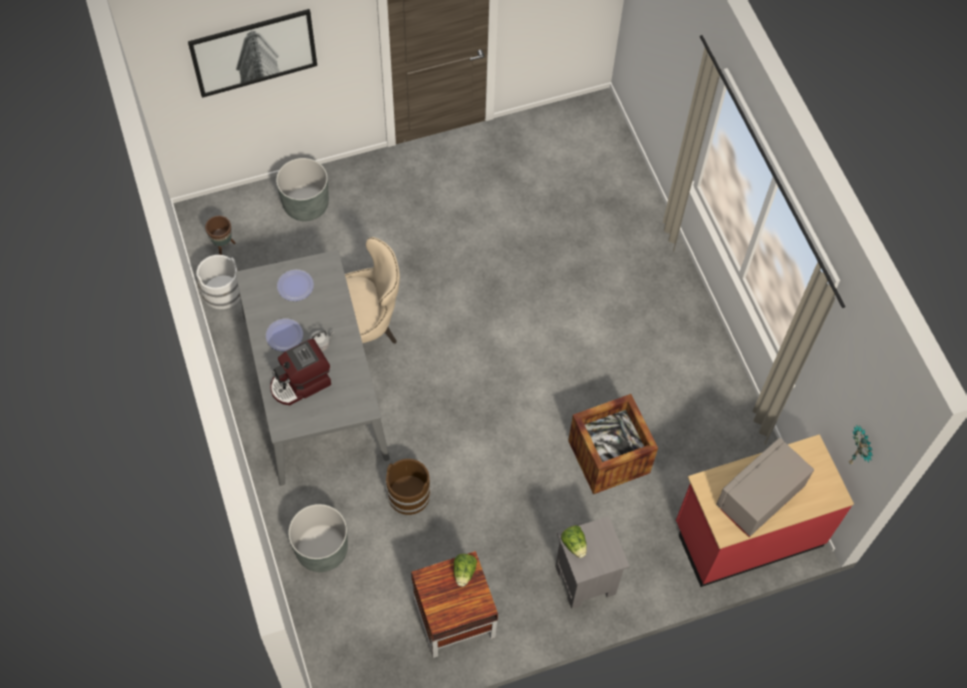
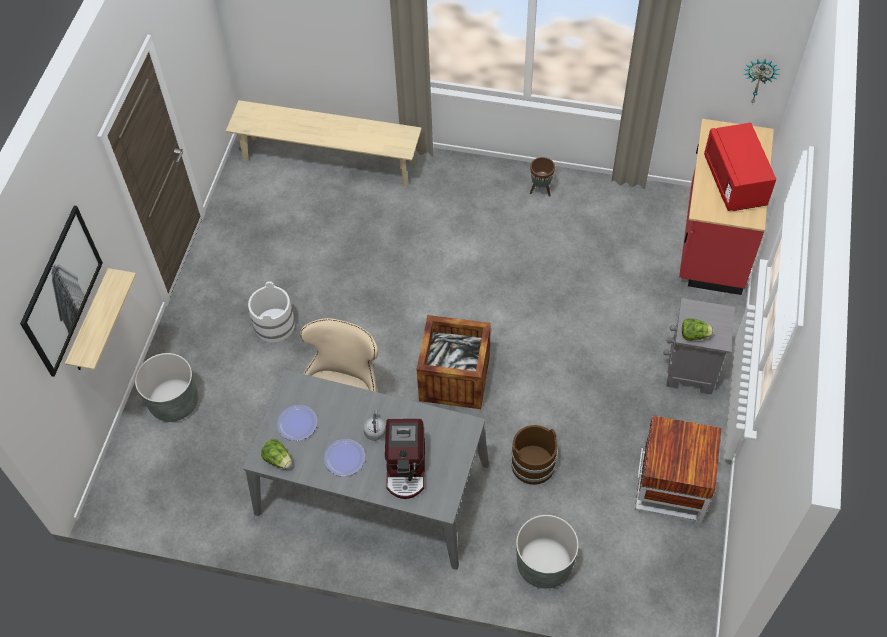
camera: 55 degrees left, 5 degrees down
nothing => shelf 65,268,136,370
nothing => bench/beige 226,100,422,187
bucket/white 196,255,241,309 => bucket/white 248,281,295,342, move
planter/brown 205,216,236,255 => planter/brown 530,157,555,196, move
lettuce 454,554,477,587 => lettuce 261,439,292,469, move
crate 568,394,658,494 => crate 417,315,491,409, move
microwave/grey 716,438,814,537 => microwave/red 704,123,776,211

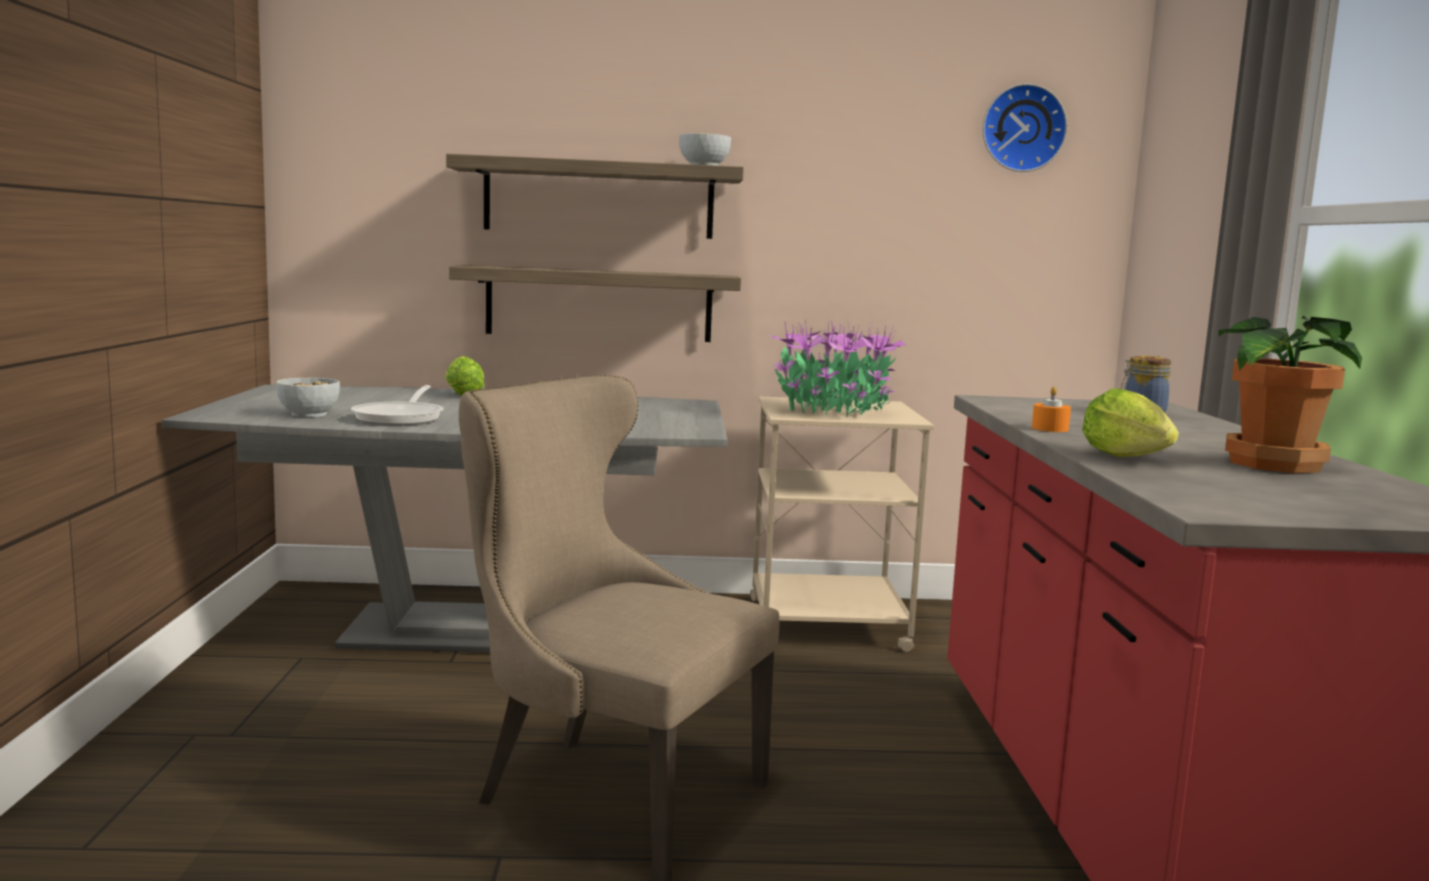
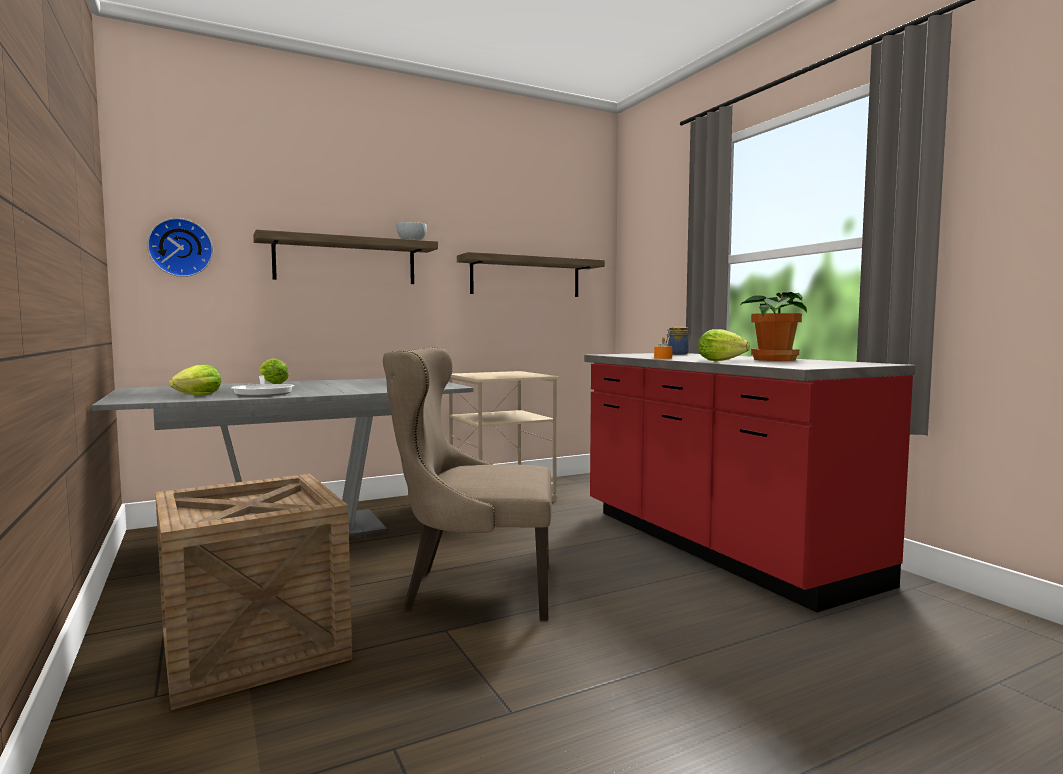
camera: 25 degrees left, 5 degrees down
potted plant 770,320,906,417 => nothing
nothing => crate 155,474,352,710
shelf 449,265,741,342 => shelf 457,252,605,297, move
wall clock 983,83,1067,172 => wall clock 147,218,213,277, move
bowl 276,378,340,417 => lettuce 169,364,221,395

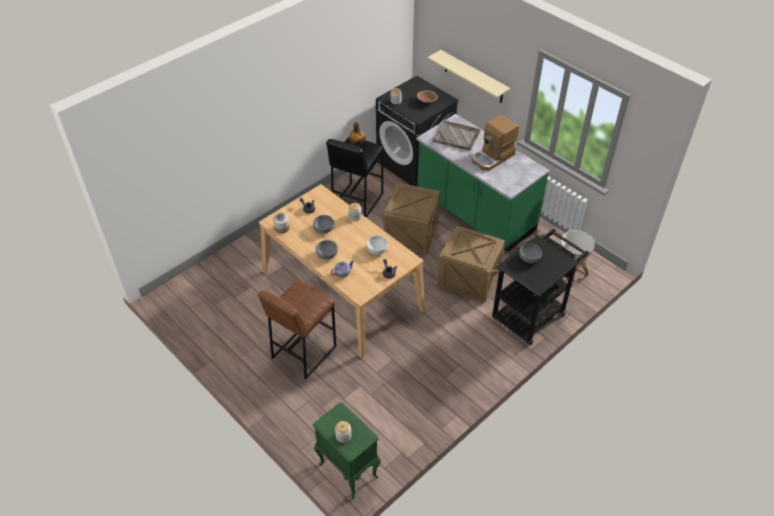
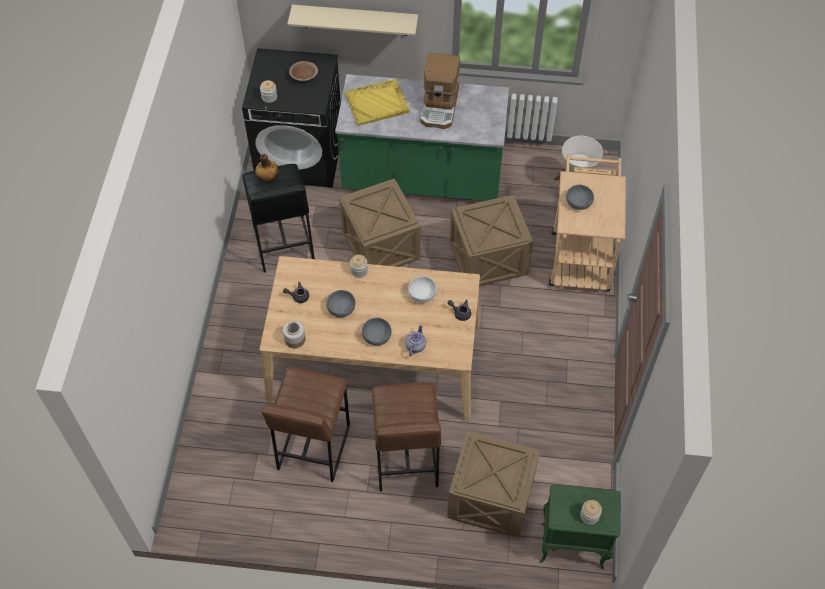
camera: 40 degrees left, 10 degrees up
nothing => stool/brown 261,367,350,482
nothing => crate 447,431,540,538
tray/grey 432,120,481,151 => tray/yellow 345,79,410,126
cart/black 492,229,589,345 => cart/beige 549,153,626,291

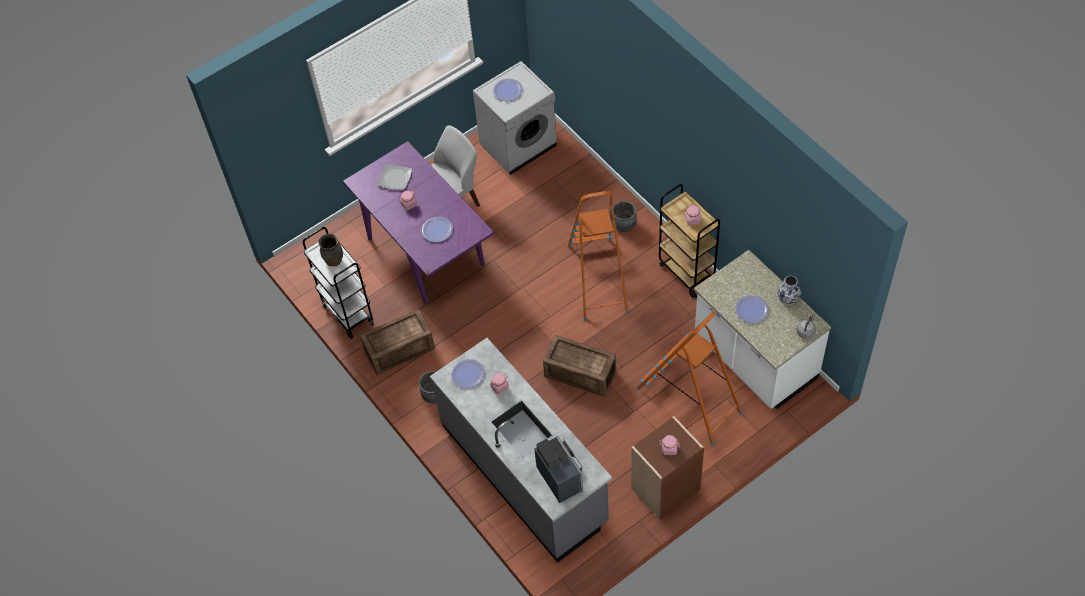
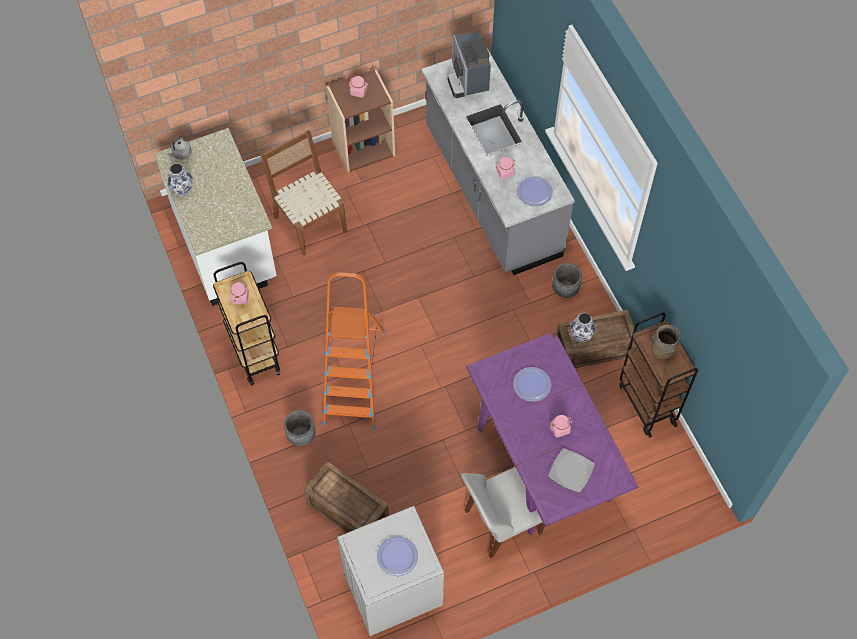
camera: 170 degrees left, 5 degrees up
plate 735,295,769,324 => nothing
nothing => vase 570,312,596,343
crate 543,335,616,397 => crate 304,462,389,533, move
step ladder/orange 637,311,743,445 => chair 260,130,347,256
cart/white 303,227,374,339 => cart/brown 619,312,698,438

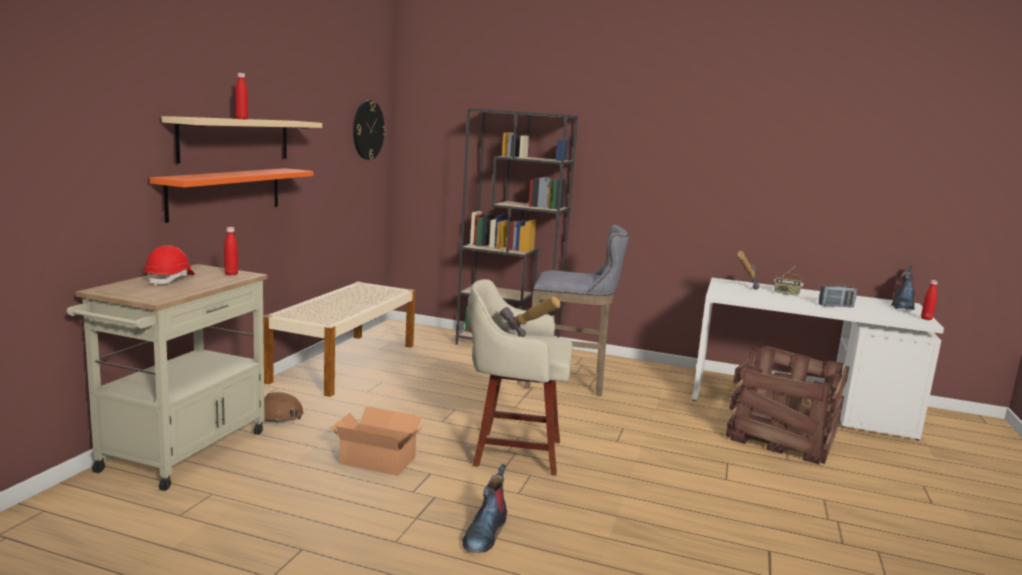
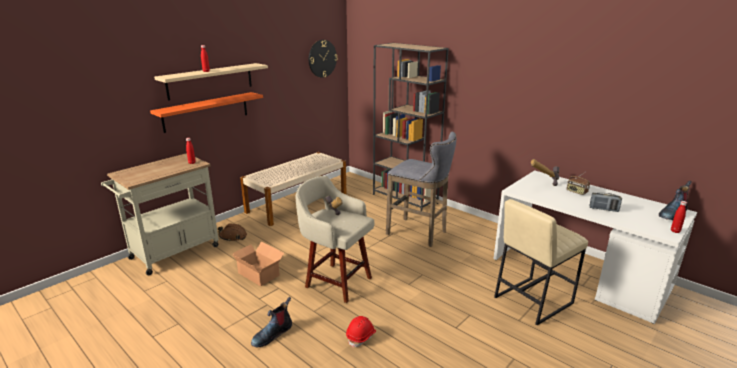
camera: 25 degrees right, 10 degrees up
hard hat/red 144,245,195,286 => hard hat/red 346,316,376,348, move
crate 726,346,849,465 => chair/beige 494,199,588,325

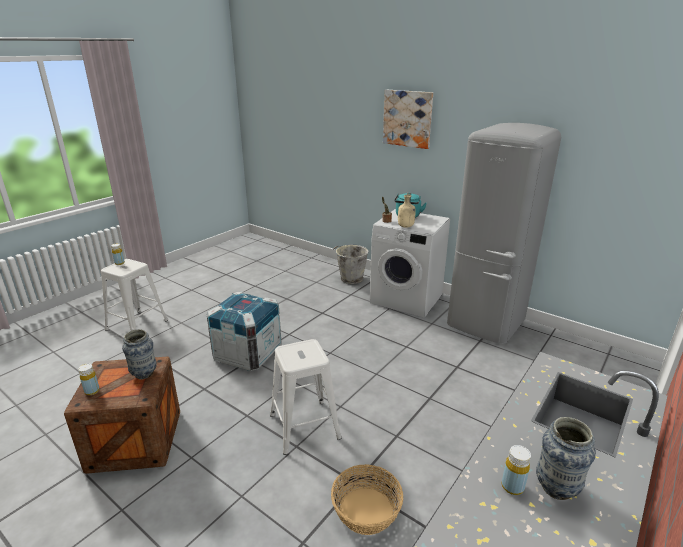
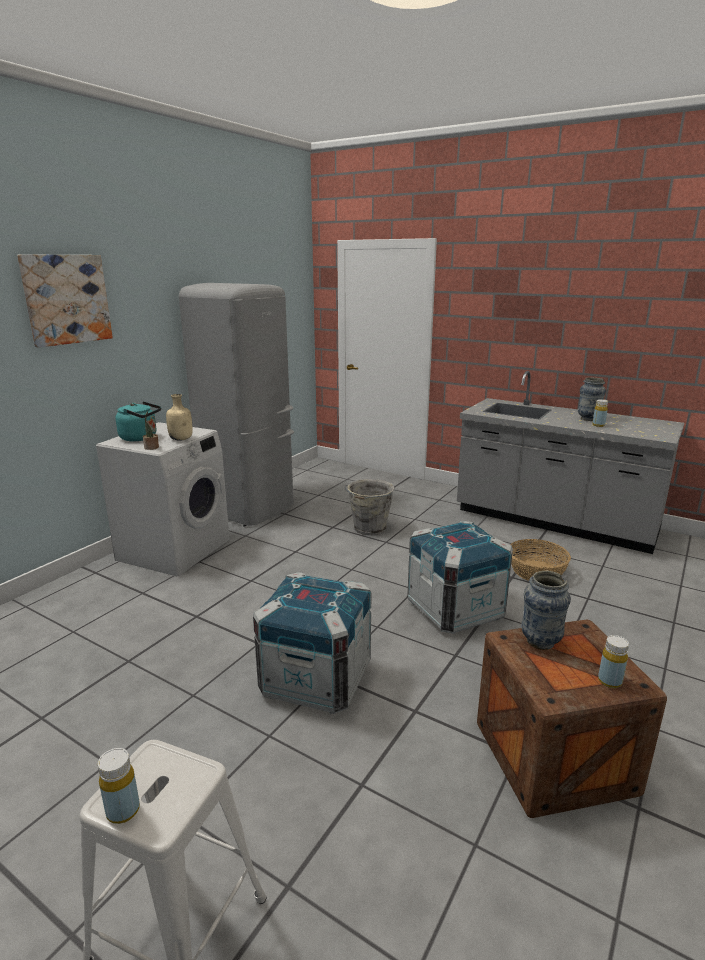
camera: 95 degrees left, 5 degrees down
bucket/grey 333,244,369,284 => bucket/grey 345,479,394,535, move
stool/white 270,339,342,455 => crate 407,521,513,634

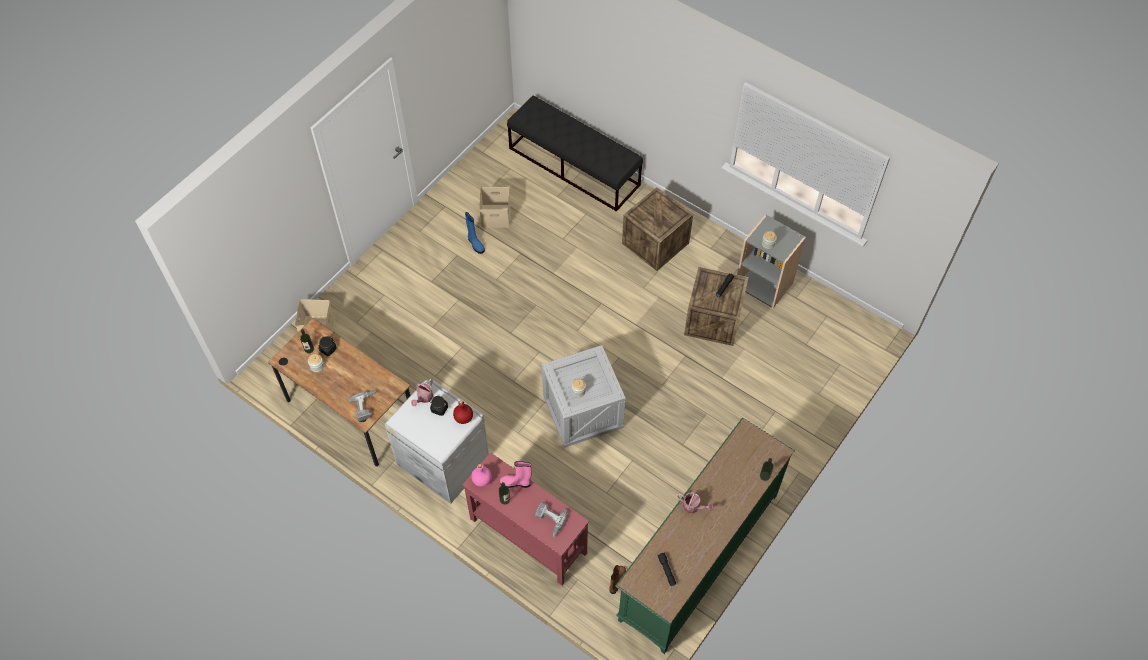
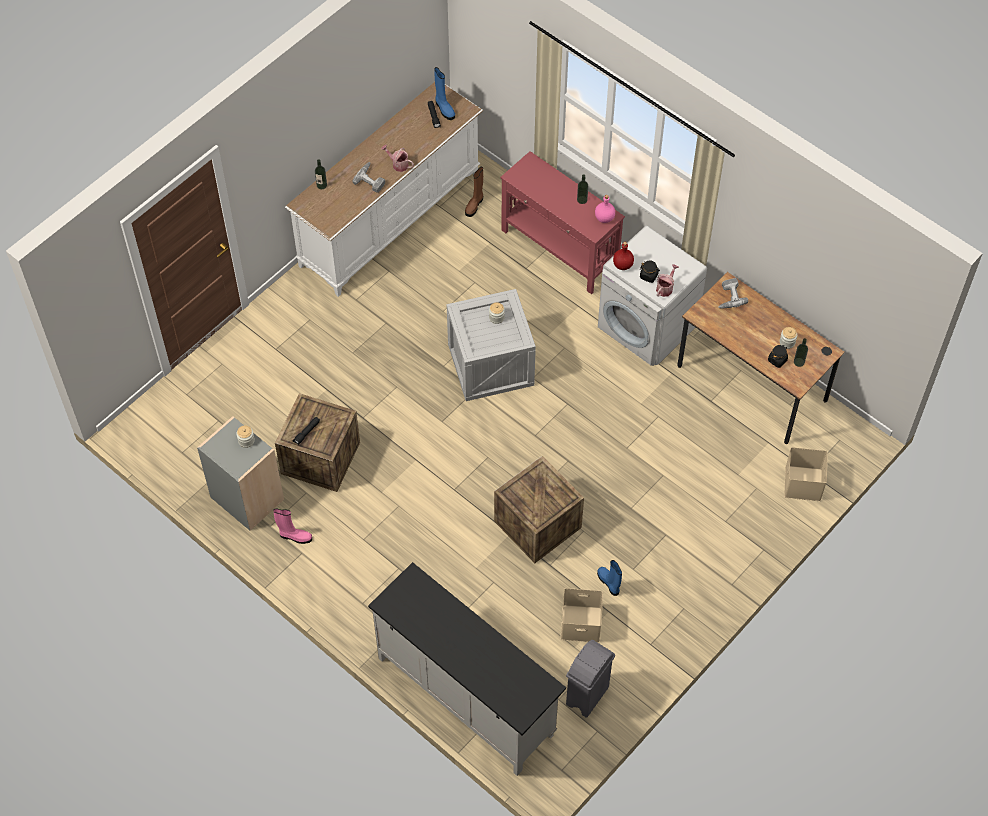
camera: 175 degrees left, 0 degrees up
nothing => boot/blue 434,67,455,120
nothing => trash can/grey 566,640,615,718
boot/pink 500,461,532,488 => boot/pink 273,509,312,544, move
power drill 535,502,568,537 => power drill 352,162,385,193, move
crate 622,187,693,271 => crate 494,456,584,563, move
bench/black 507,96,643,212 => dresser/black 368,562,566,776
cabinet/green 615,417,795,654 => cabinet/white 285,82,484,297

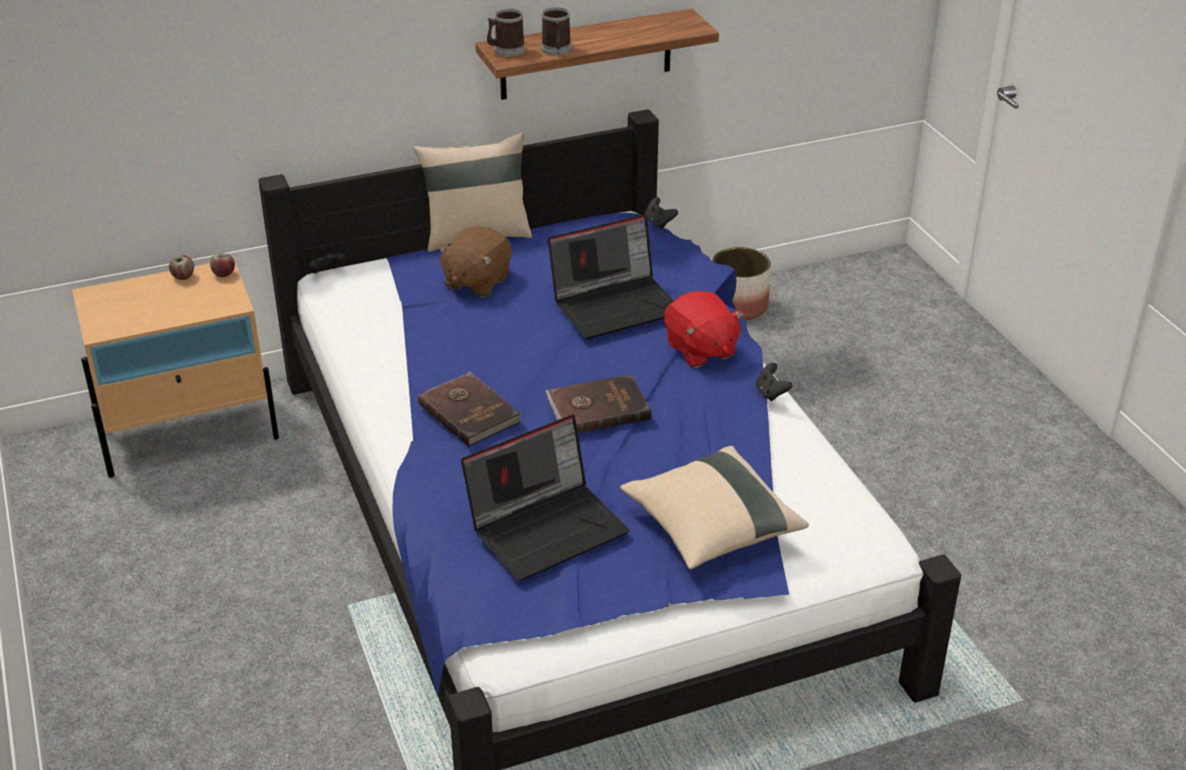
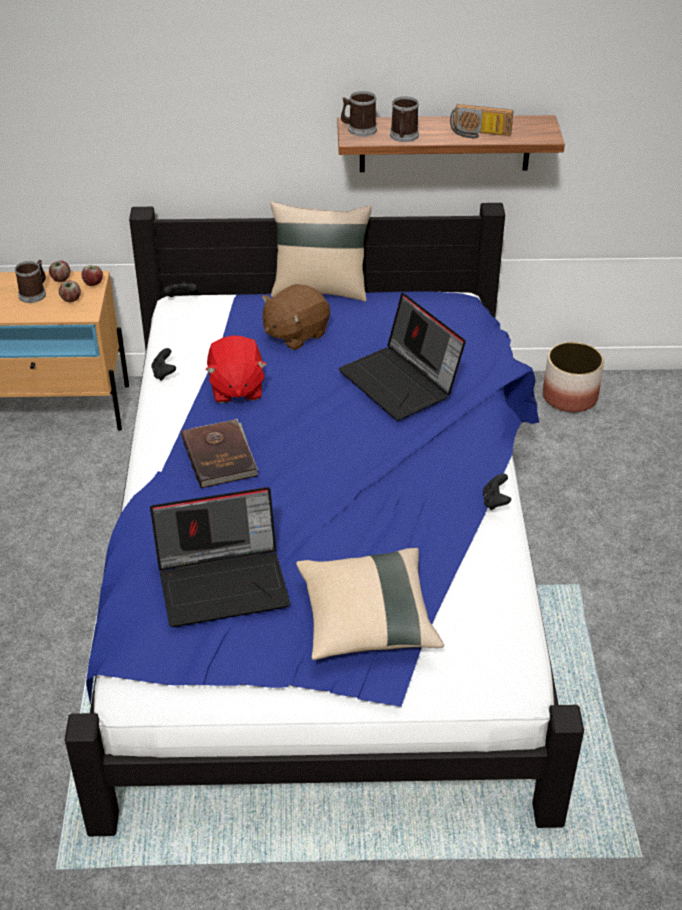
camera: 20 degrees right, 5 degrees up
book/brown 545,374,652,433 => nothing
nothing => mug 14,260,46,303
nothing => apple 59,280,81,302
nothing => radio 450,104,514,138
game controller/black 645,197,678,229 => game controller/black 152,348,176,381, move
plush toy/red 664,291,744,368 => plush toy/red 206,335,267,403, move
laptop 548,214,674,339 => laptop 339,293,466,421, 60 degrees clockwise

